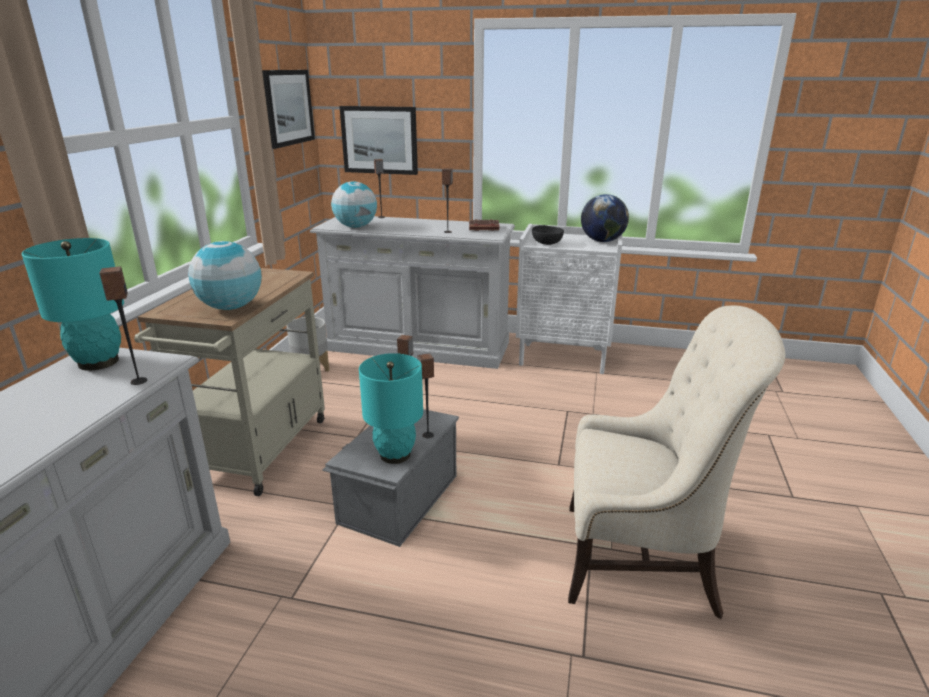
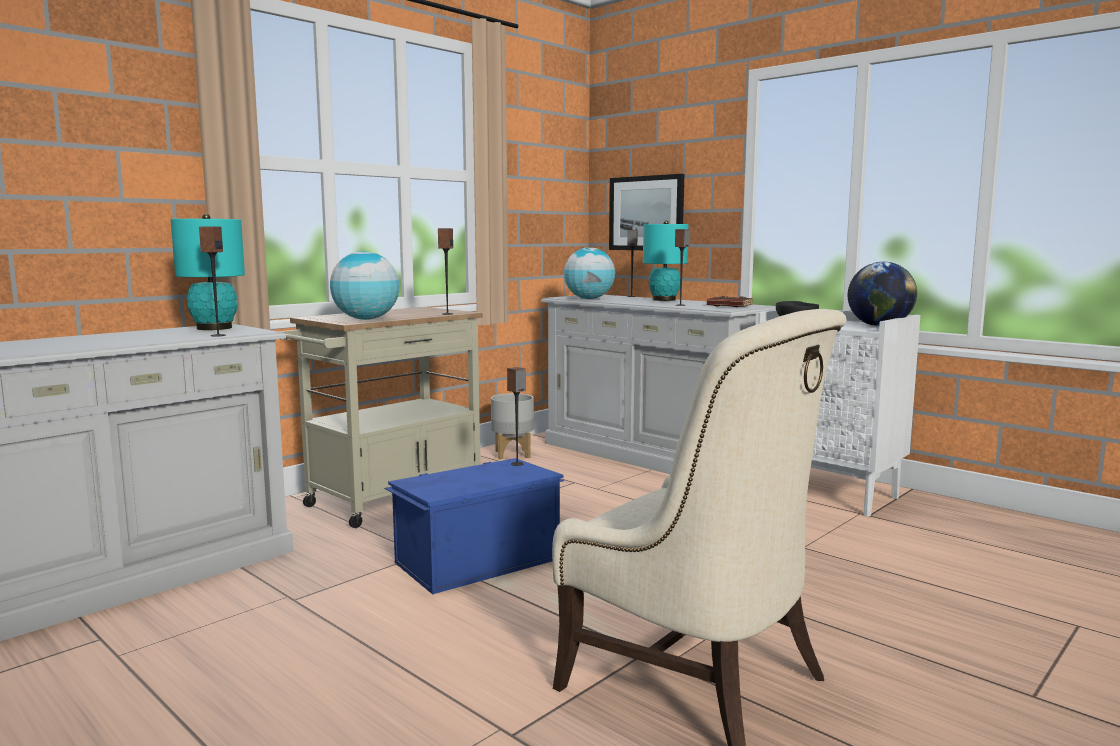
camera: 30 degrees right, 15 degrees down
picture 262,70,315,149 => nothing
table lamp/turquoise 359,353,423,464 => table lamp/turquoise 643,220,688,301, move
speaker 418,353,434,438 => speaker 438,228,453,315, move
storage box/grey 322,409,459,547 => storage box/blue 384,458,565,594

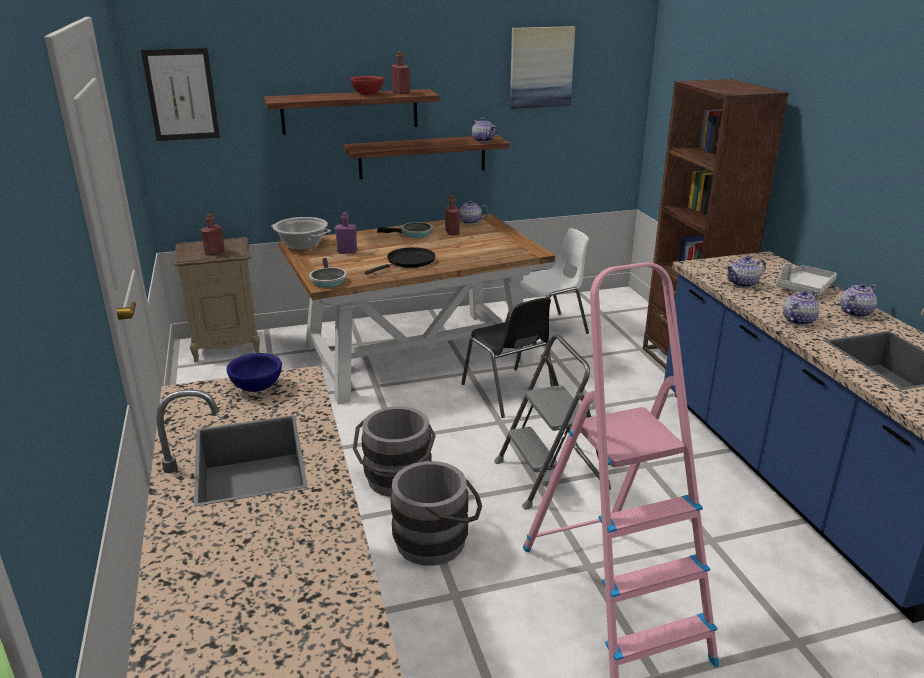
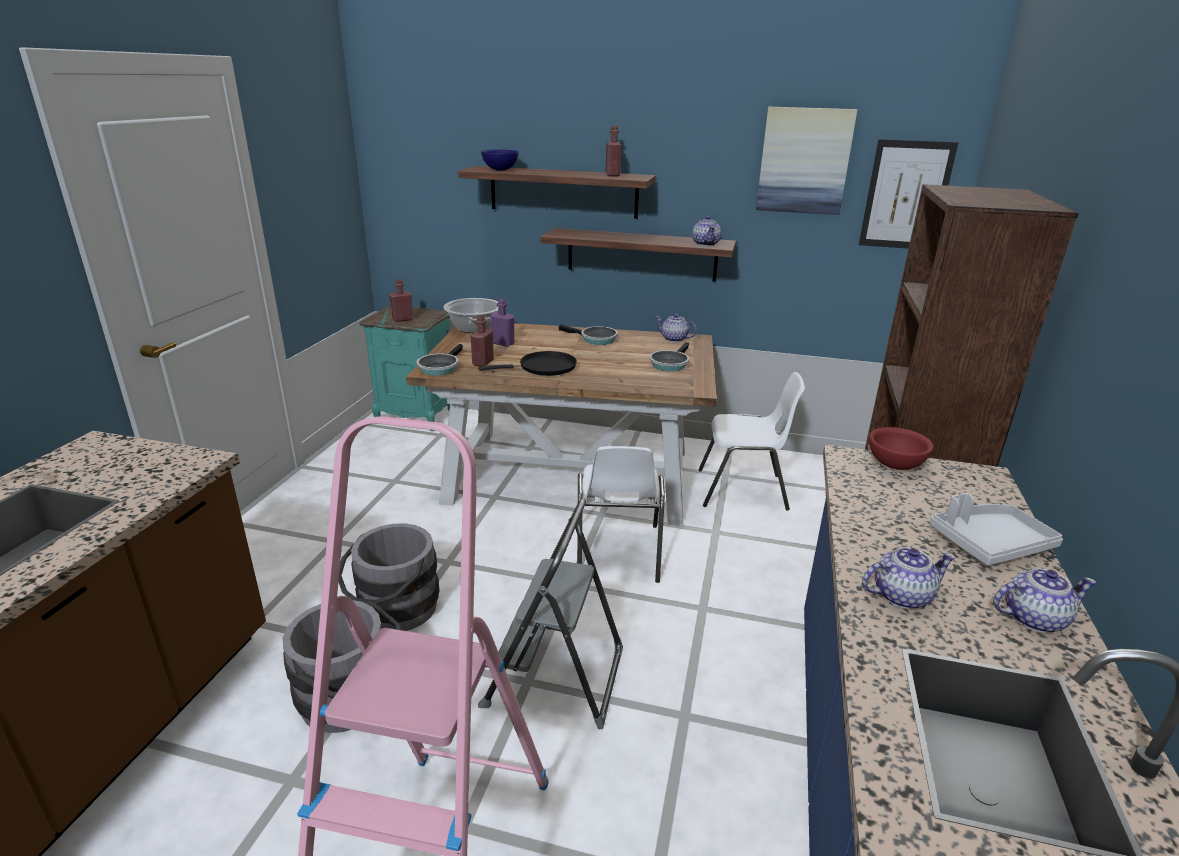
camera: 30 degrees right, 0 degrees up
teapot 726,256,766,288 => nothing
nothing => frying pan 649,342,689,372
picture 141,48,220,141 => picture 859,139,958,249, move
bowl/blue 226,353,282,392 => bowl/blue 481,150,519,171, move
bowl/red 350,76,384,95 => bowl/red 869,427,933,470, move
bottle/red 445,195,459,235 => bottle/red 470,315,494,366, move
nightstand/beige 174,237,260,363 => nightstand/turquoise 359,305,450,431
chair/black 461,297,554,418 => chair/white 577,446,665,583

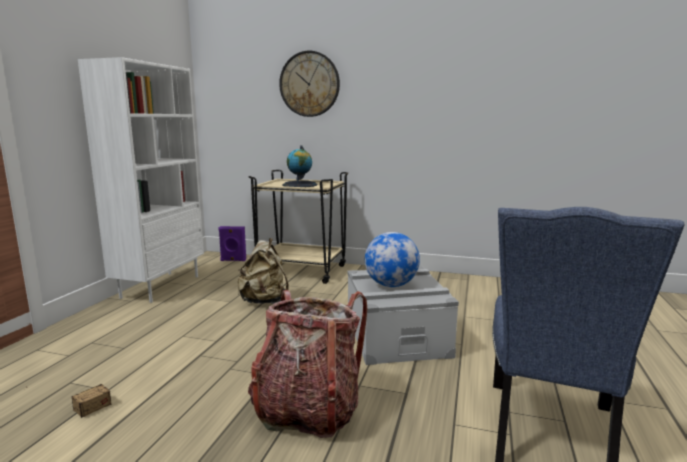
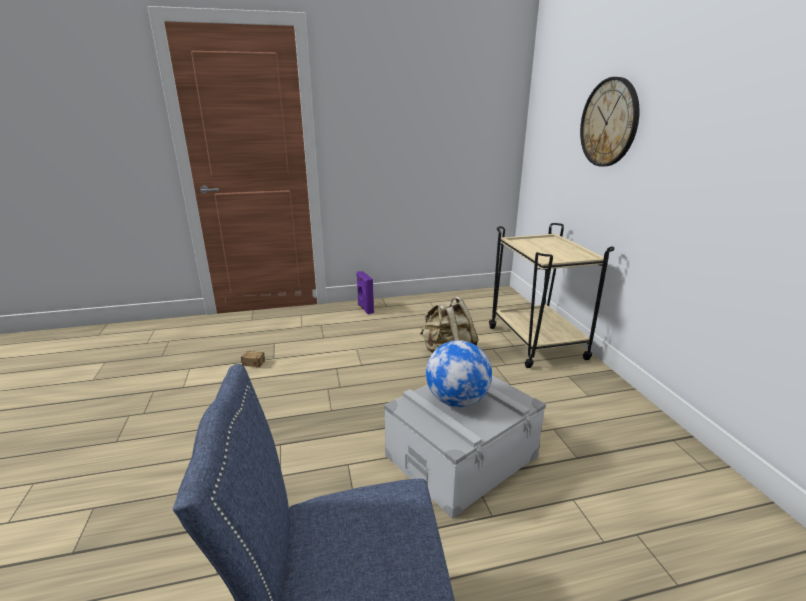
camera: 60 degrees right, 10 degrees up
bookcase/white 78,57,204,303 => nothing
backpack 248,290,367,438 => nothing
globe 282,145,318,187 => nothing
speaker/purple 218,226,246,261 => speaker/purple 356,271,374,315, move

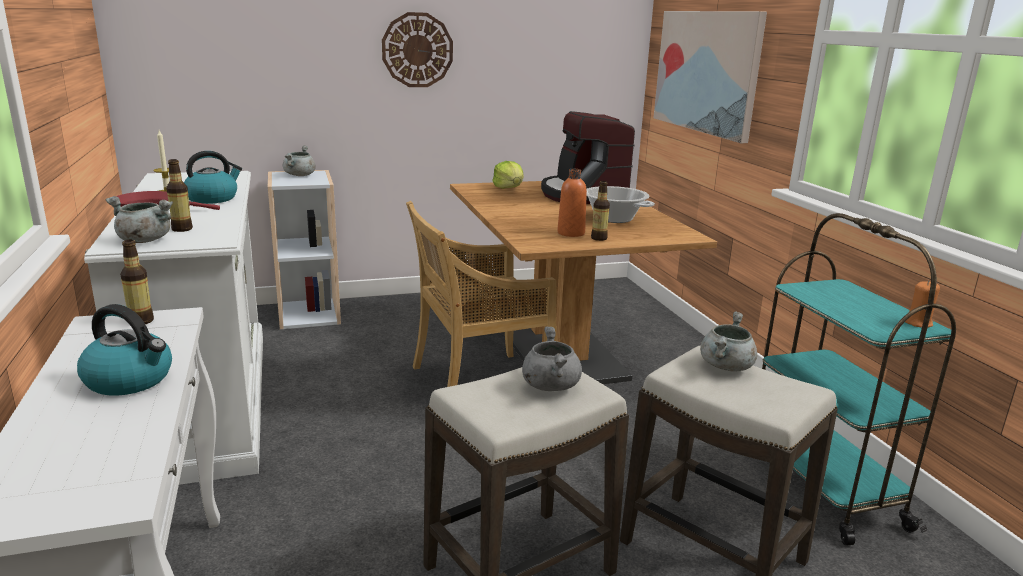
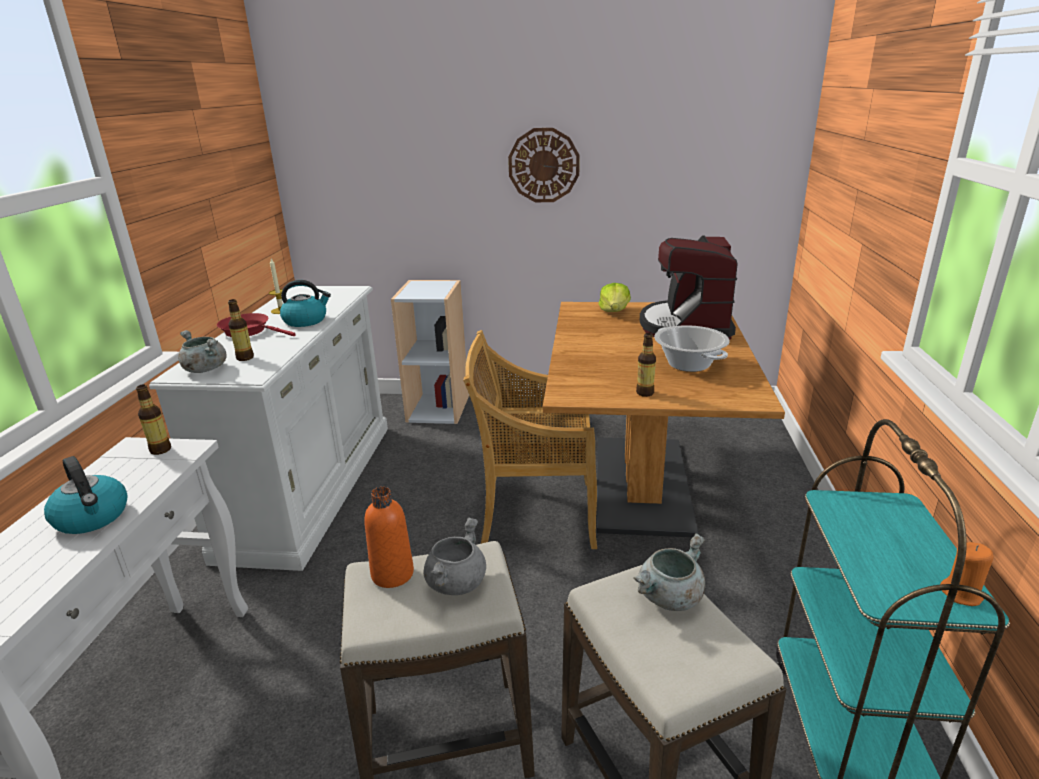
camera: 25 degrees right, 5 degrees up
cooking pot/grey 283,145,316,176 => nothing
picture 654,11,767,143 => nothing
bottle/orange 557,169,587,237 => bottle/orange 364,487,414,588, move

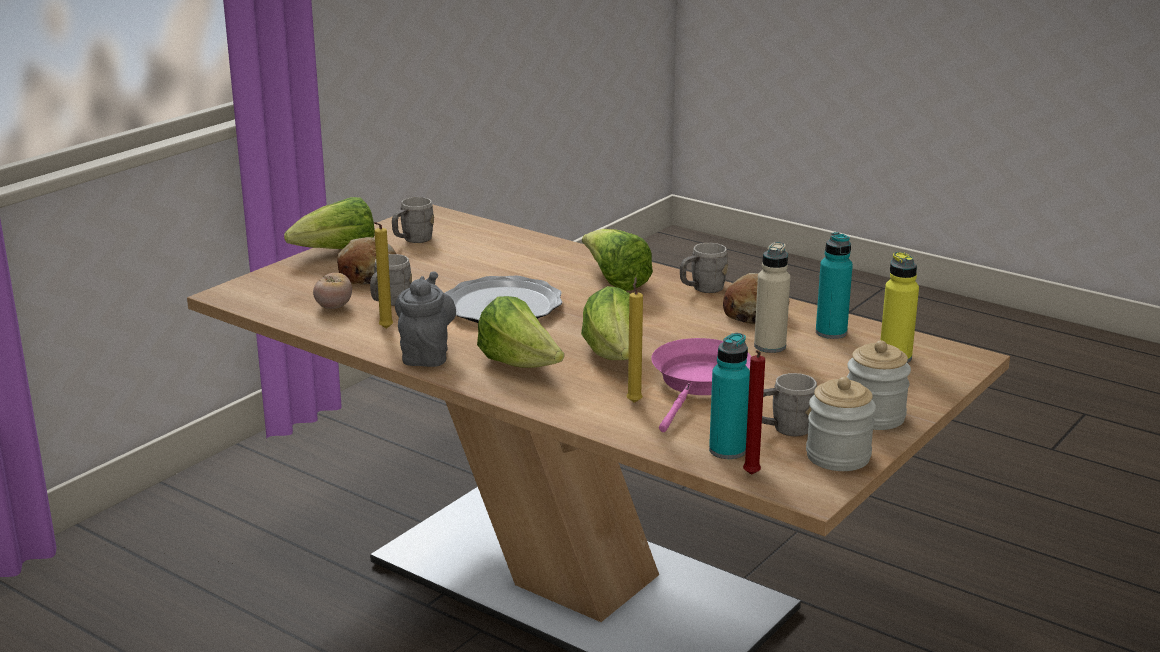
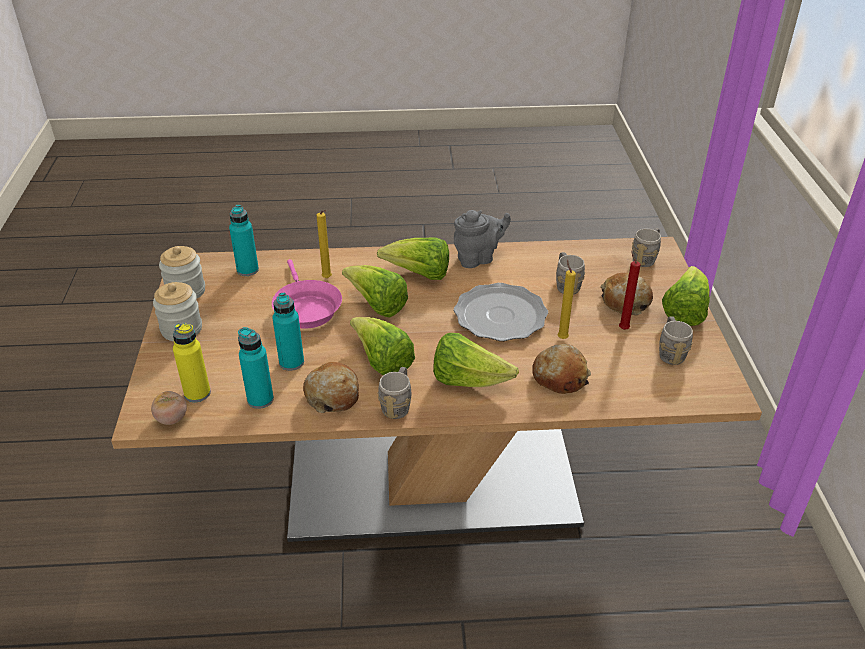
camera: 140 degrees right, 15 degrees up
nothing => lettuce 350,317,415,375
nothing => bread 532,344,591,394
tomato 313,273,352,309 => tomato 151,391,187,425, move
candle/yellow 374,222,394,329 => candle/yellow 558,260,576,339, move
candle/red 743,350,765,475 => candle/red 619,251,641,330, move
mug/grey 762,373,817,436 => mug/grey 632,228,661,267, move
bottle/beige 754,242,790,353 => bottle/turquoise 272,293,304,371
teapot/grey 395,271,456,367 => teapot/grey 454,210,511,268, 75 degrees counterclockwise

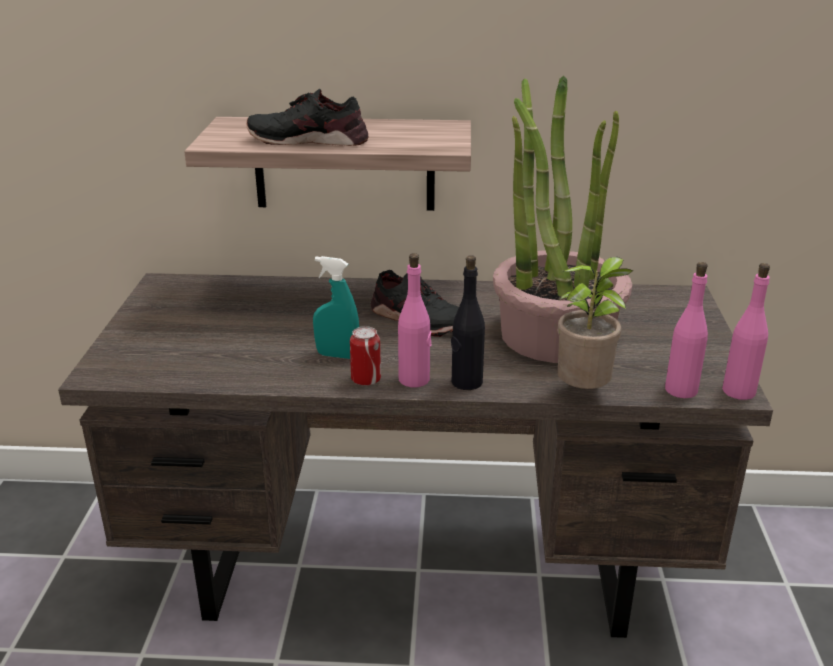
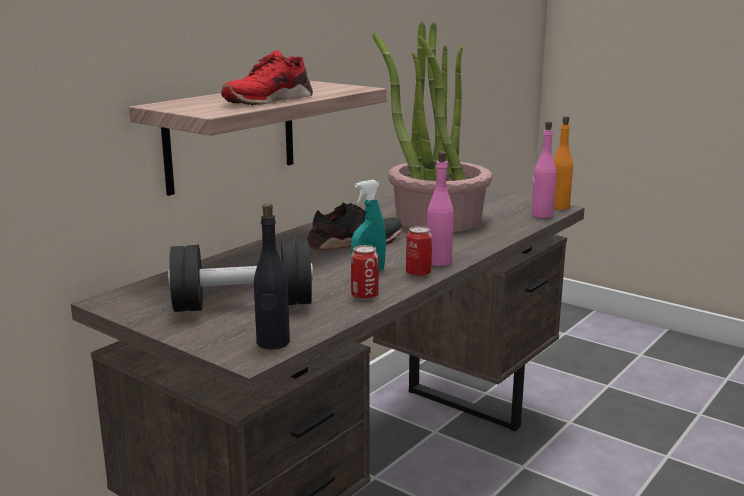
camera: 55 degrees left, 10 degrees down
potted plant 557,257,634,389 => nothing
nothing => dumbbell/black 168,240,313,312
nothing => can 351,245,379,300
bottle/black 451,255,485,390 => bottle/black 254,203,290,349, move
shoe/black 246,89,368,146 => shoe/red 221,50,313,105
bottle/pink 722,263,770,400 => bottle/orange 554,116,573,210

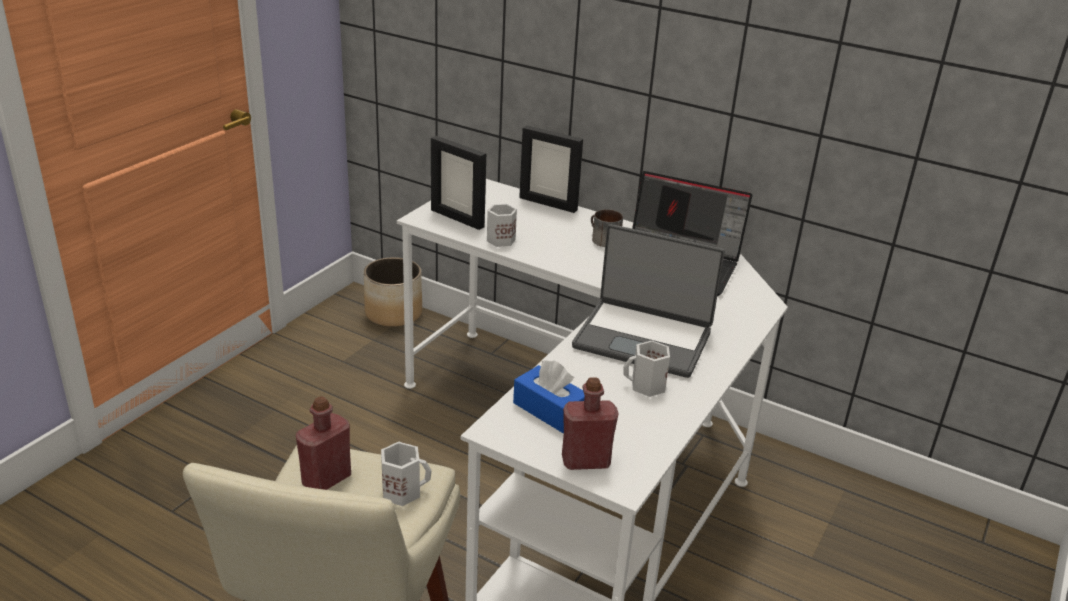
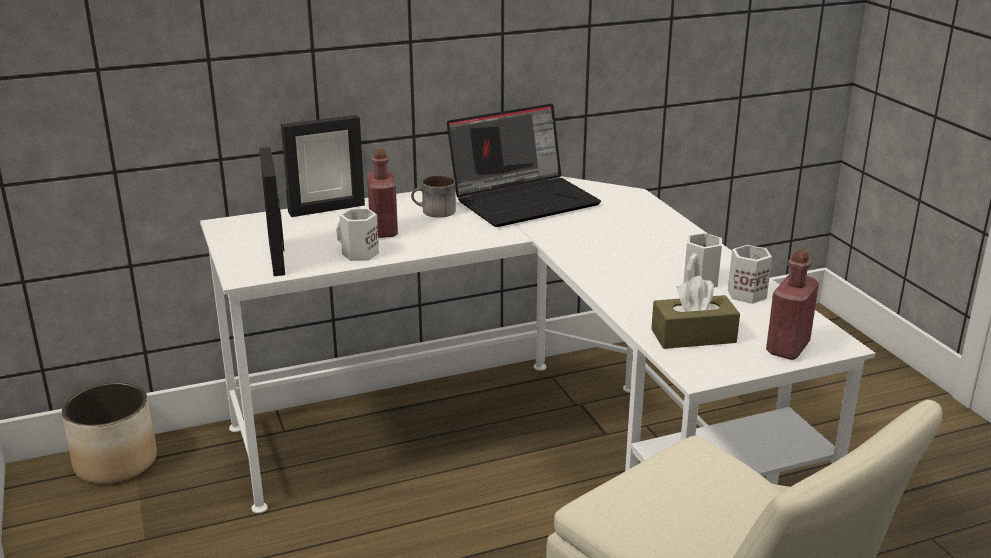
camera: 50 degrees left, 5 degrees down
laptop 572,224,725,378 => nothing
bottle/red 296,396,351,490 => bottle/red 367,149,398,238, move
mug/white 381,442,432,506 => mug/white 728,245,772,304, move
tissue box/blue 513,360,585,434 => tissue box/brown 651,276,740,349
picture frame 431,136,486,230 => picture frame 259,147,285,276, 90 degrees clockwise

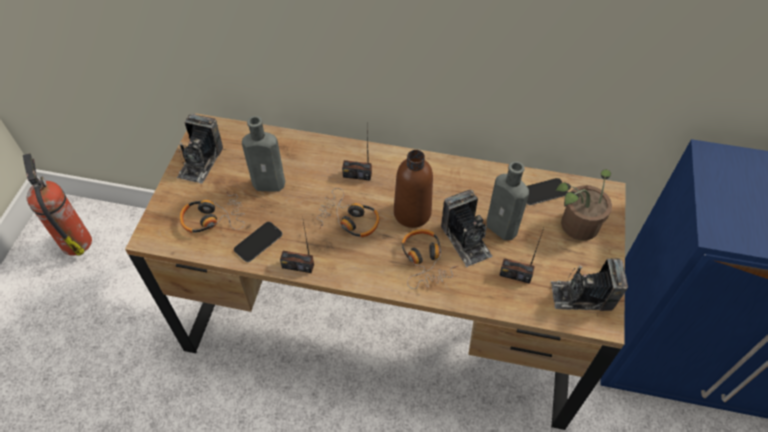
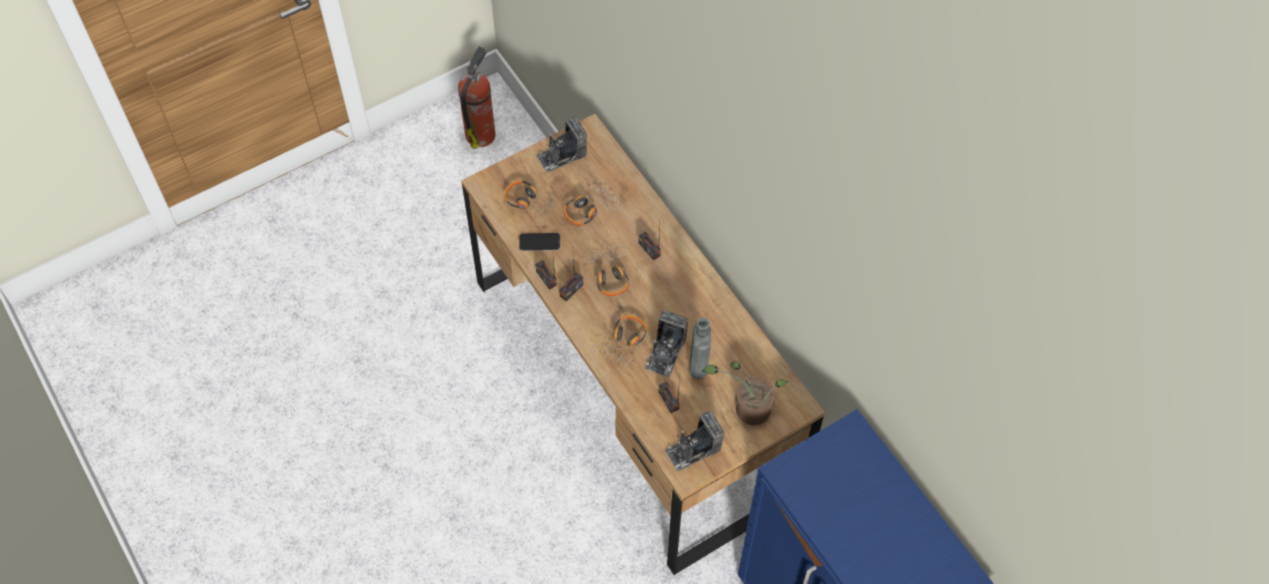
camera: 45 degrees right, 5 degrees up
bottle/brown 394,150,433,228 => nothing
phone 527,178,568,205 => nothing
nothing => radio 559,257,583,302
bottle/grey 242,116,285,192 => headphones 564,182,620,226
photo camera 551,259,628,311 => photo camera 664,411,724,471, 75 degrees counterclockwise

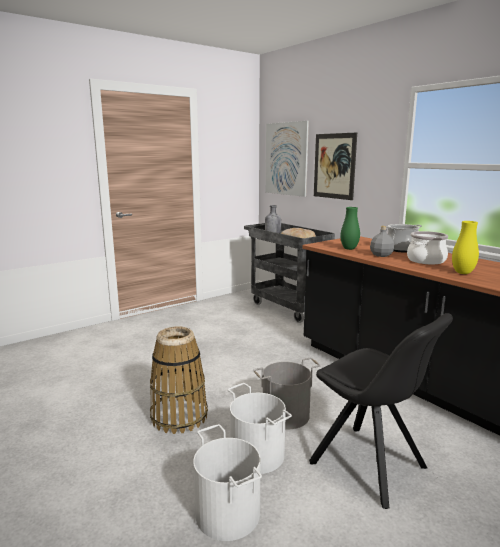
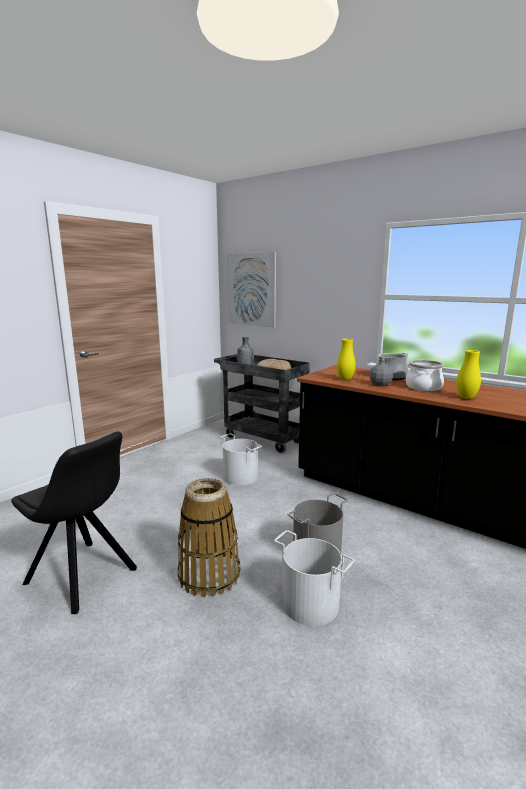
camera: 15 degrees left, 0 degrees up
picture 314,132,357,200 => nothing
bucket/white 193,424,262,541 => bucket/white 220,433,262,485, move
chair/black 309,313,453,509 => chair/black 11,431,137,614, move
vase/green 340,207,360,250 => vase/yellow 337,339,356,380

